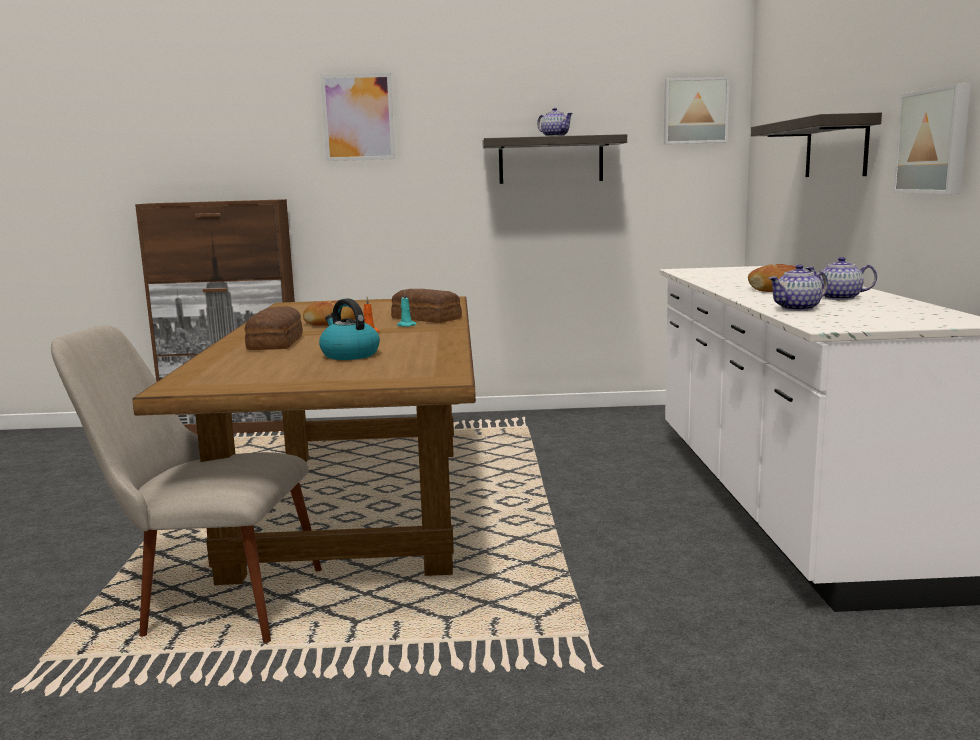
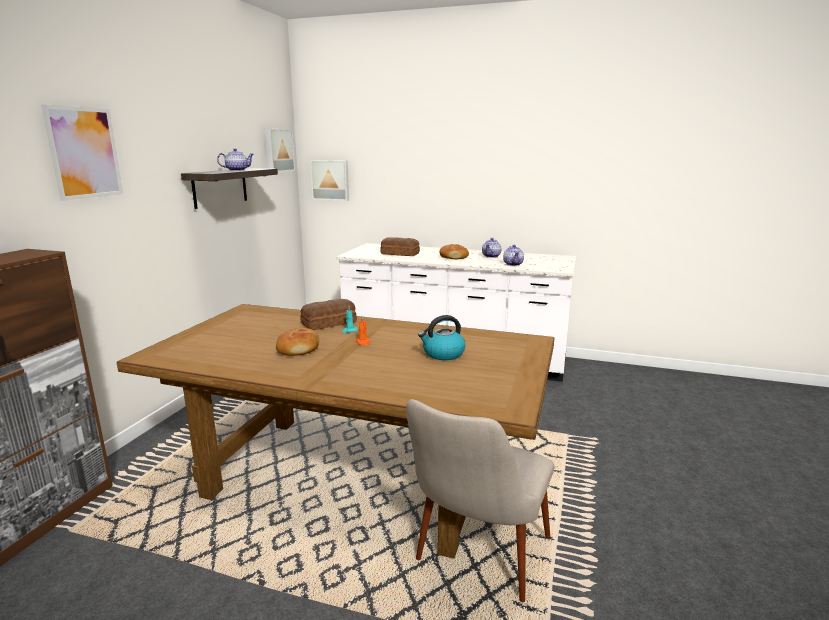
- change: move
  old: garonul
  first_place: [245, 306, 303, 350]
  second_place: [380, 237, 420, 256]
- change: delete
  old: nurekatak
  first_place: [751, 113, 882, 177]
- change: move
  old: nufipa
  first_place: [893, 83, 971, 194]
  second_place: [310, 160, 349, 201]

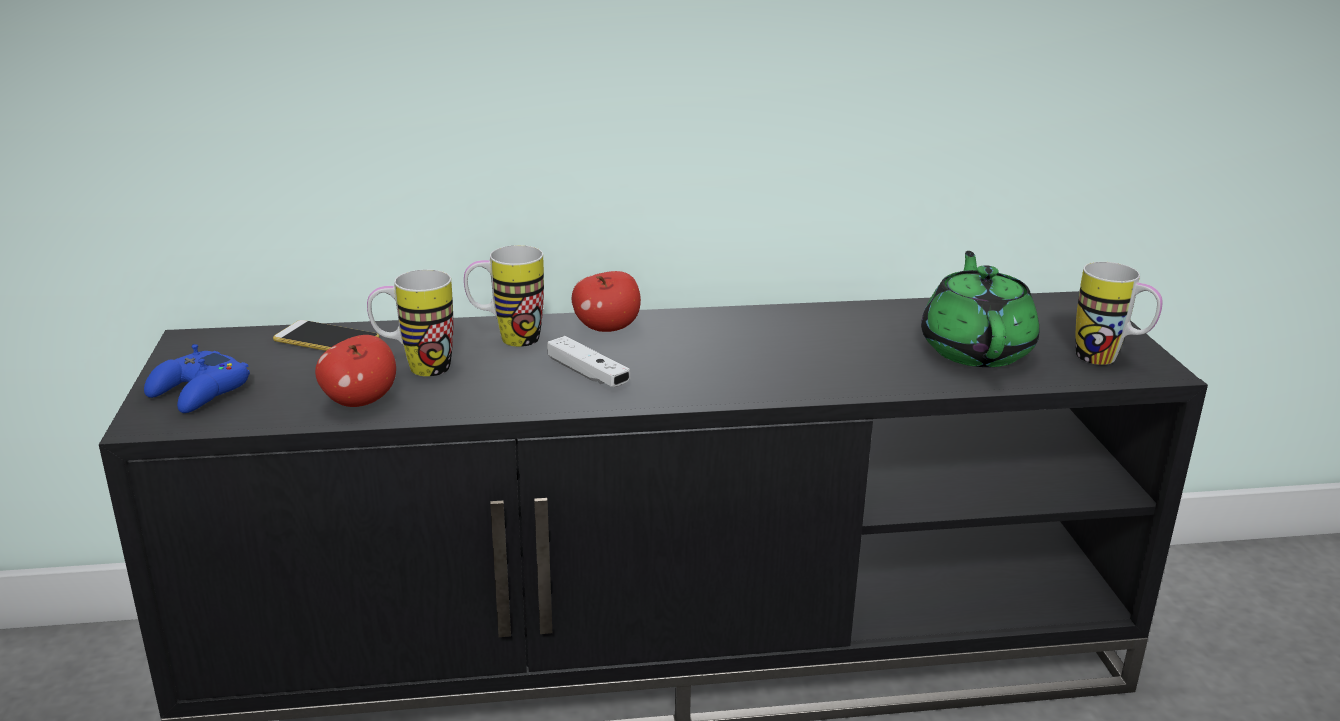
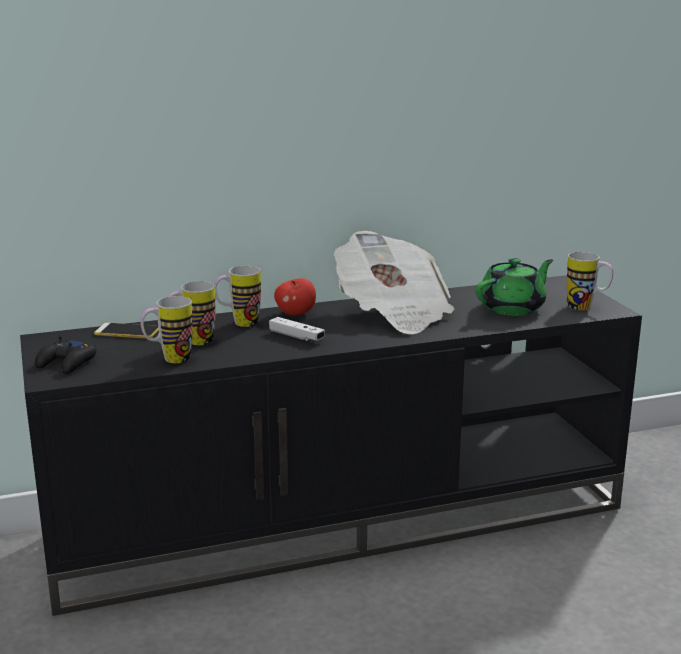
- change: recolor
  old: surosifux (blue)
  new: surosifux (black)
  first_place: [144, 344, 250, 413]
  second_place: [35, 336, 97, 374]
- change: replace
  old: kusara
  new: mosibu
  first_place: [315, 335, 396, 407]
  second_place: [140, 296, 193, 363]
- change: rotate
  old: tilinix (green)
  first_place: [921, 251, 1040, 367]
  second_place: [476, 258, 553, 316]
  degrees: 60
- change: insert
  new: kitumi
  second_place: [334, 231, 455, 335]

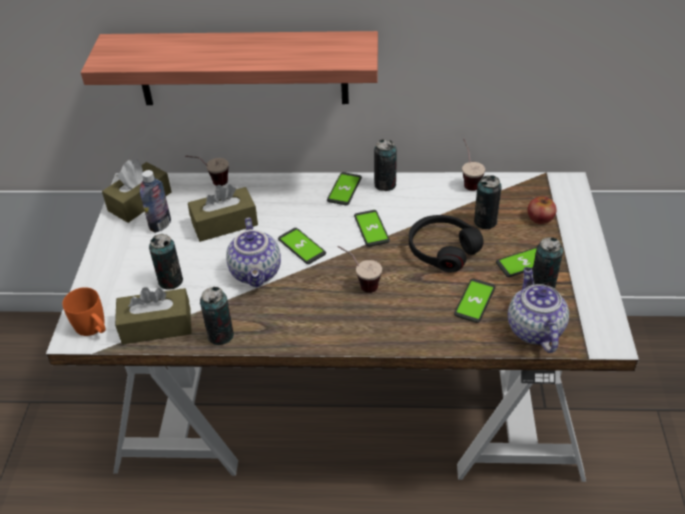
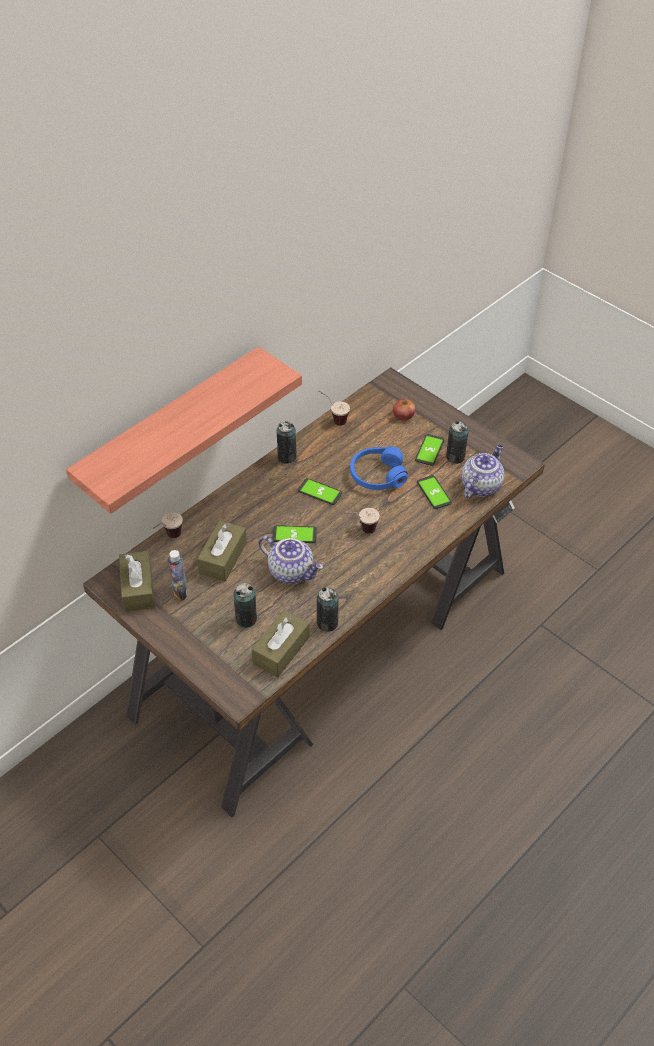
- change: recolor
  old: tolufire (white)
  new: tolufire (brown)
  first_place: [46, 172, 639, 482]
  second_place: [83, 367, 545, 817]
- change: delete
  old: mosibu (orange)
  first_place: [62, 287, 106, 336]
- change: delete
  old: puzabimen
  first_place: [327, 172, 362, 205]
- change: recolor
  old: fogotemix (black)
  new: fogotemix (blue)
  first_place: [409, 215, 484, 272]
  second_place: [350, 446, 408, 490]
- change: delete
  old: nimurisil
  first_place: [474, 175, 502, 229]
- change: rotate
  old: tilinix
  first_place: [508, 267, 569, 353]
  second_place: [461, 444, 505, 498]
  degrees: 90

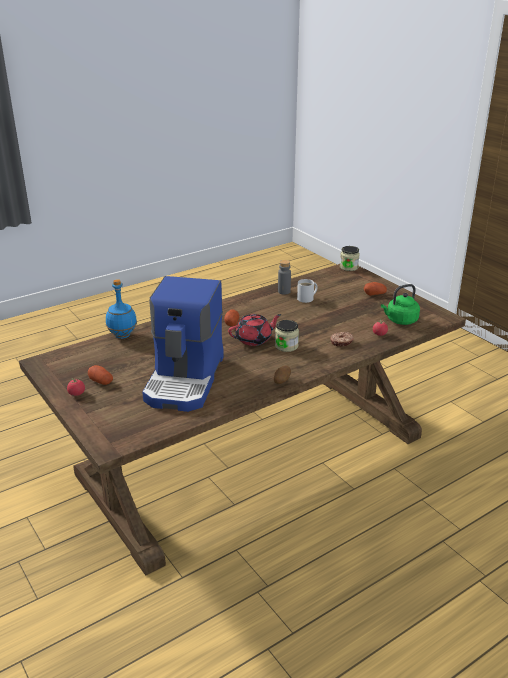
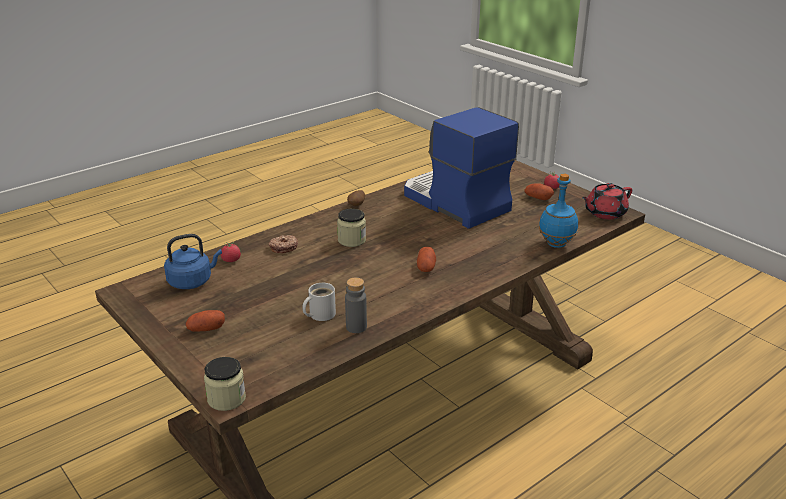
- change: rotate
  old: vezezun
  first_place: [142, 276, 224, 412]
  second_place: [404, 107, 519, 229]
  degrees: -45
- change: move
  old: tilinix (red)
  first_place: [228, 314, 281, 346]
  second_place: [582, 183, 632, 219]
- change: recolor
  old: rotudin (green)
  new: rotudin (blue)
  first_place: [381, 284, 420, 325]
  second_place: [164, 234, 222, 289]

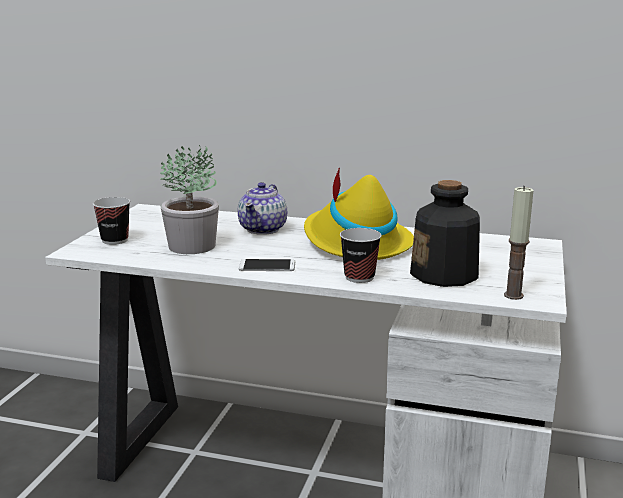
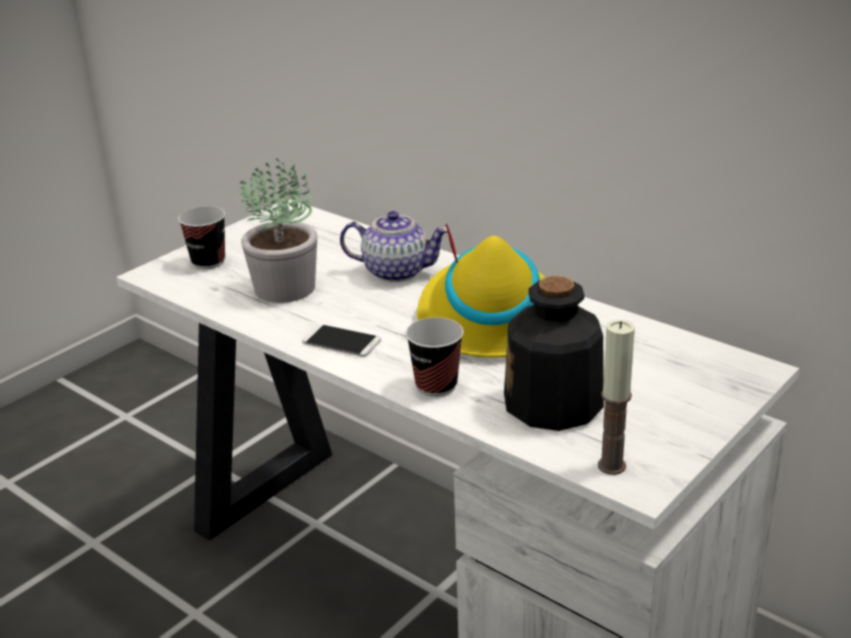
- change: rotate
  old: tilinix
  first_place: [238, 182, 287, 235]
  second_place: [340, 211, 450, 282]
  degrees: -120

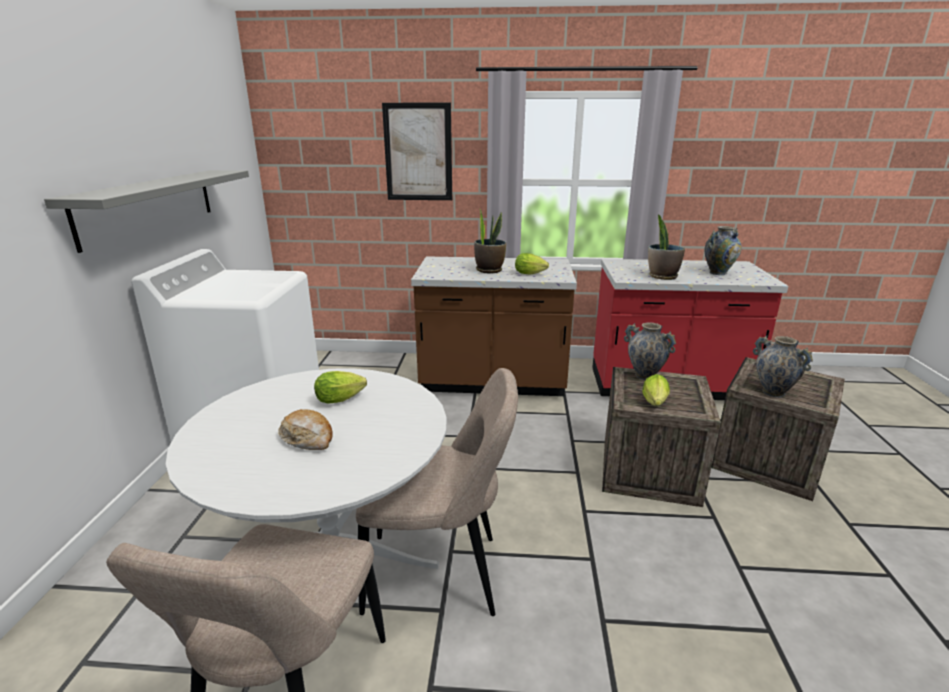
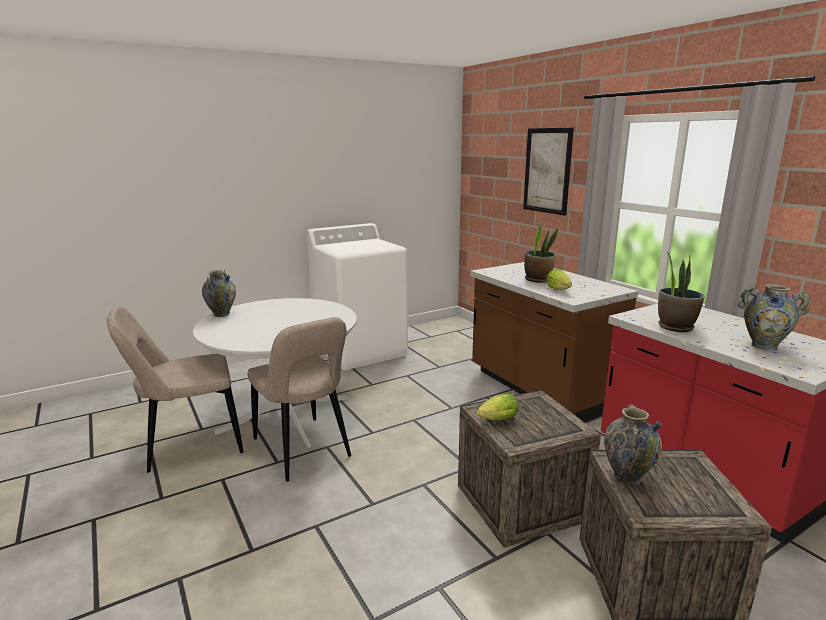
- change: delete
  old: nurekatak (grey)
  first_place: [44, 170, 249, 253]
- change: delete
  old: garonul
  first_place: [278, 409, 333, 450]
- change: delete
  old: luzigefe
  first_place: [314, 371, 367, 404]
- change: move
  old: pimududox
  first_place: [624, 322, 676, 380]
  second_place: [202, 270, 236, 317]

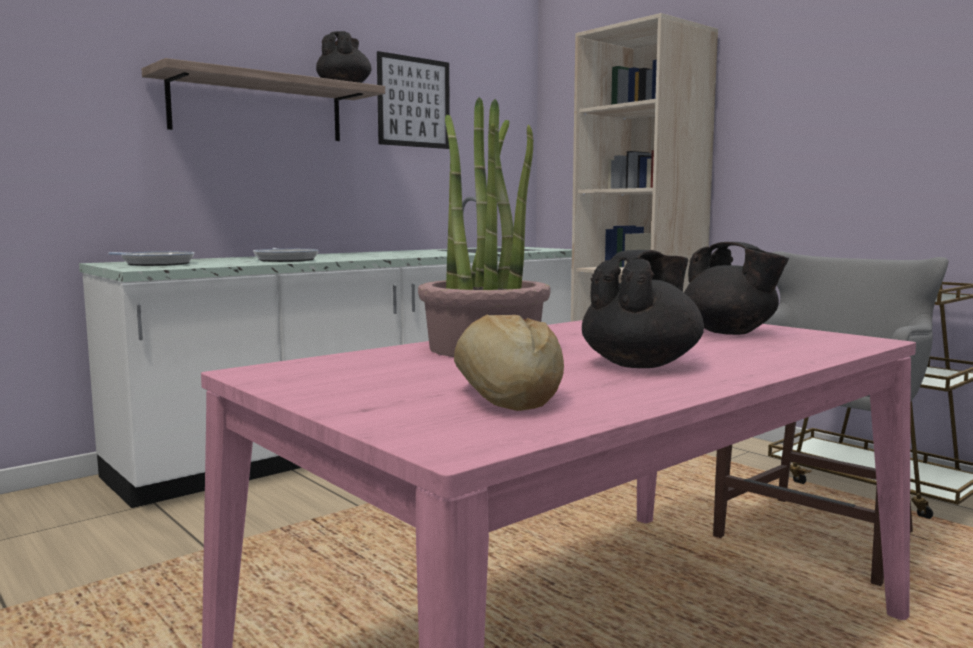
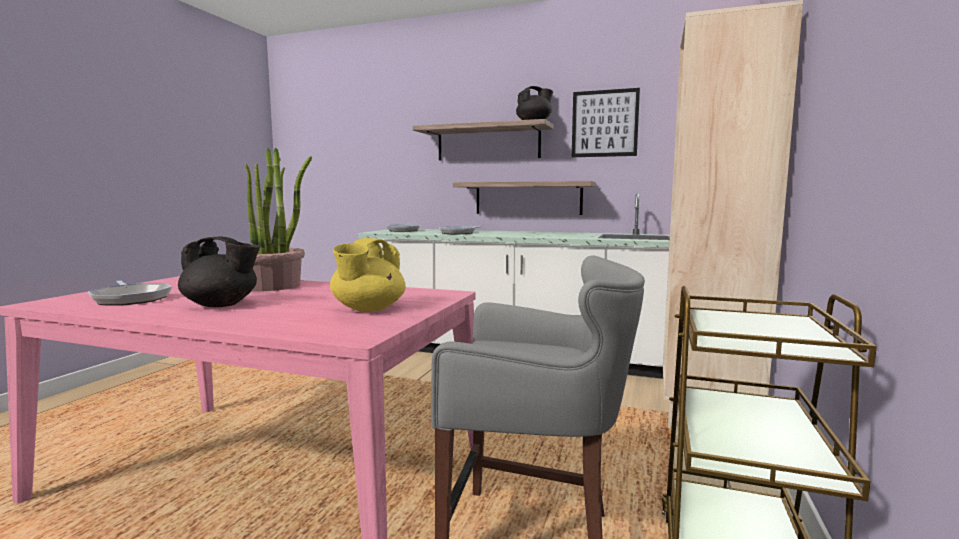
- change: replace
  old: garonul
  new: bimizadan
  first_place: [454, 315, 564, 411]
  second_place: [88, 280, 172, 305]
- change: recolor
  old: tilinix (black)
  new: tilinix (yellow)
  first_place: [684, 242, 789, 335]
  second_place: [330, 238, 406, 312]
- change: insert
  new: nurekatak
  second_place: [453, 181, 596, 215]

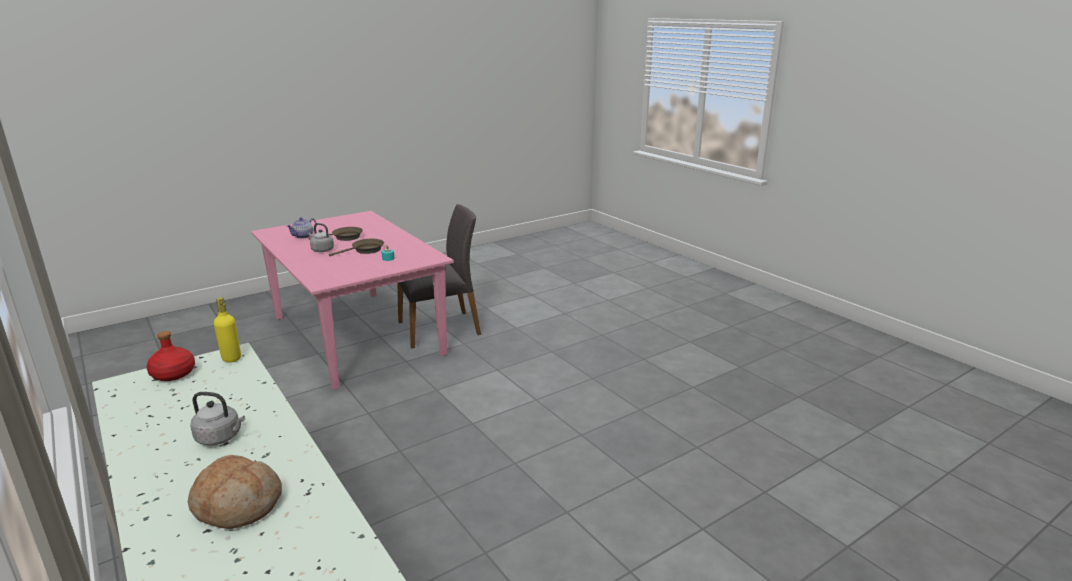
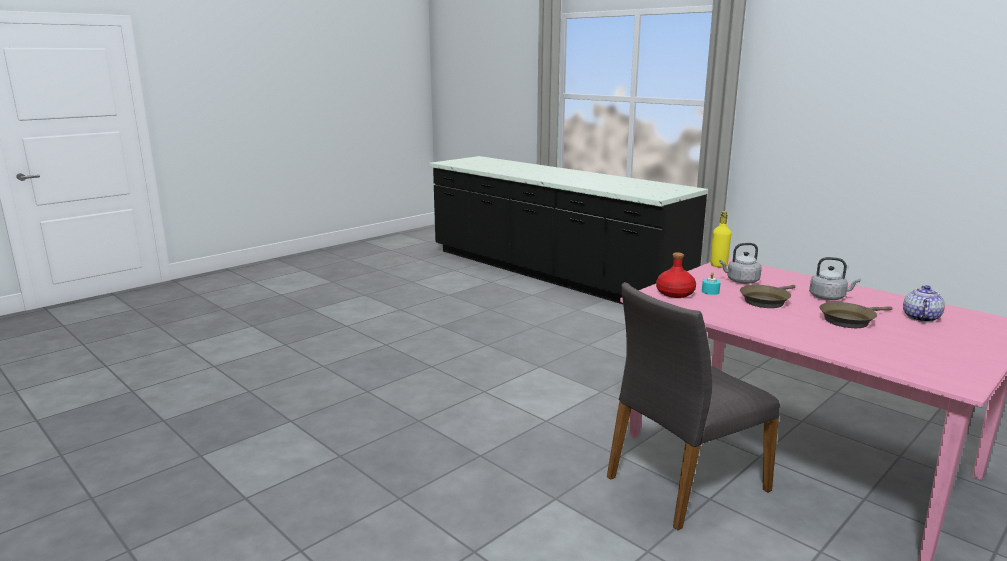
- change: move
  old: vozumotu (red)
  first_place: [147, 331, 195, 381]
  second_place: [656, 252, 696, 298]
- change: delete
  old: garonul
  first_place: [188, 455, 282, 529]
- change: move
  old: rotudin (grey)
  first_place: [190, 392, 245, 446]
  second_place: [719, 243, 762, 284]
- change: move
  old: vozumotu (yellow)
  first_place: [214, 297, 241, 363]
  second_place: [711, 211, 731, 268]

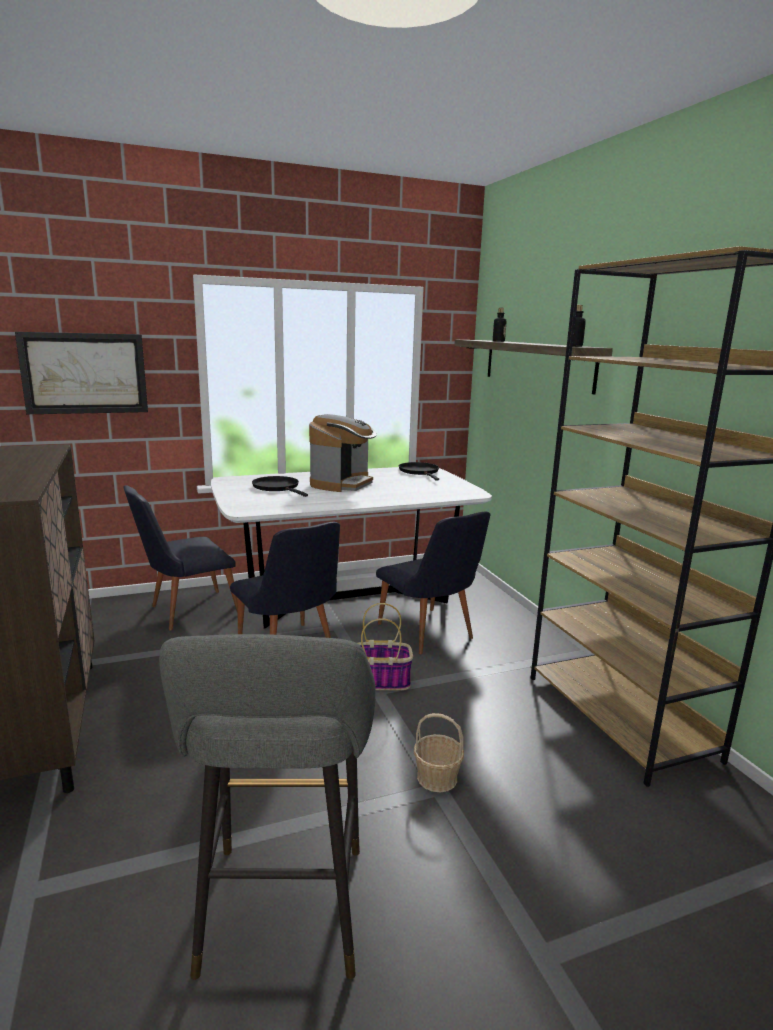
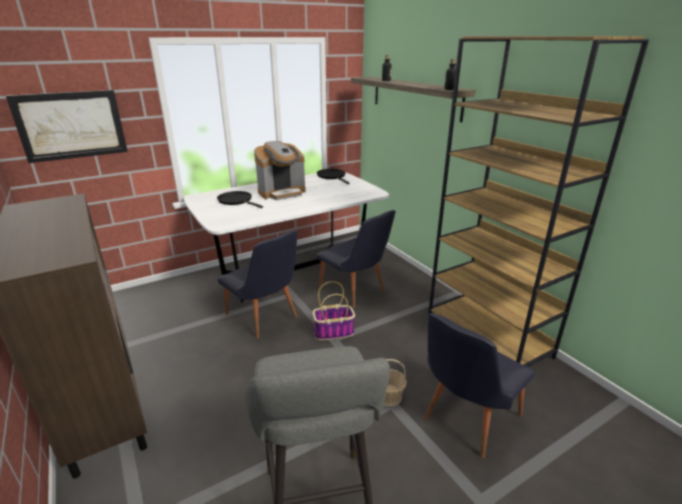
- change: move
  old: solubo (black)
  first_place: [123, 485, 238, 631]
  second_place: [424, 313, 535, 458]
- change: rotate
  old: vezezun
  first_place: [309, 414, 377, 492]
  second_place: [254, 141, 306, 200]
  degrees: 45

